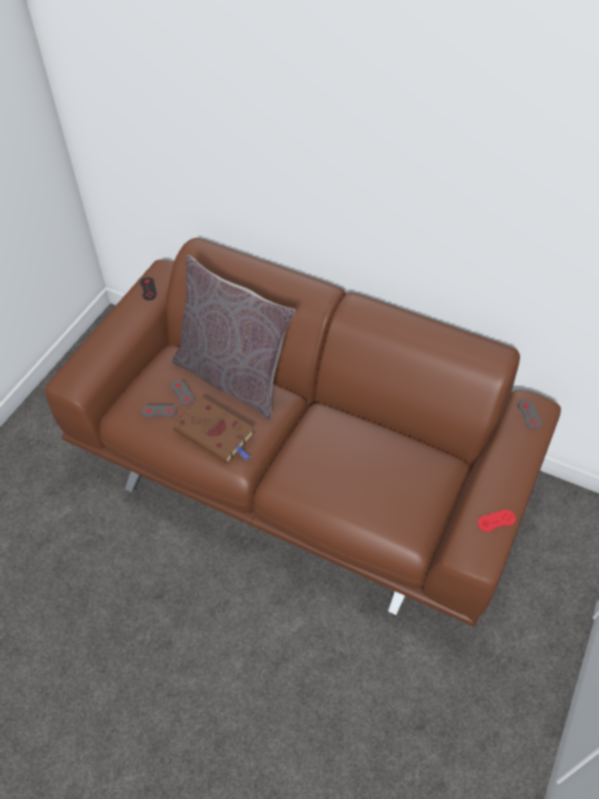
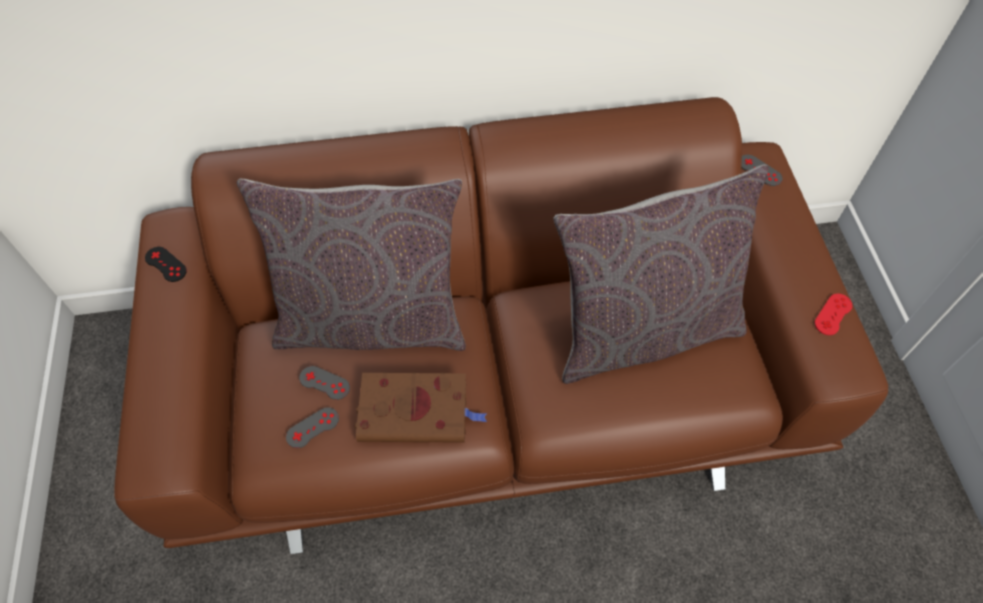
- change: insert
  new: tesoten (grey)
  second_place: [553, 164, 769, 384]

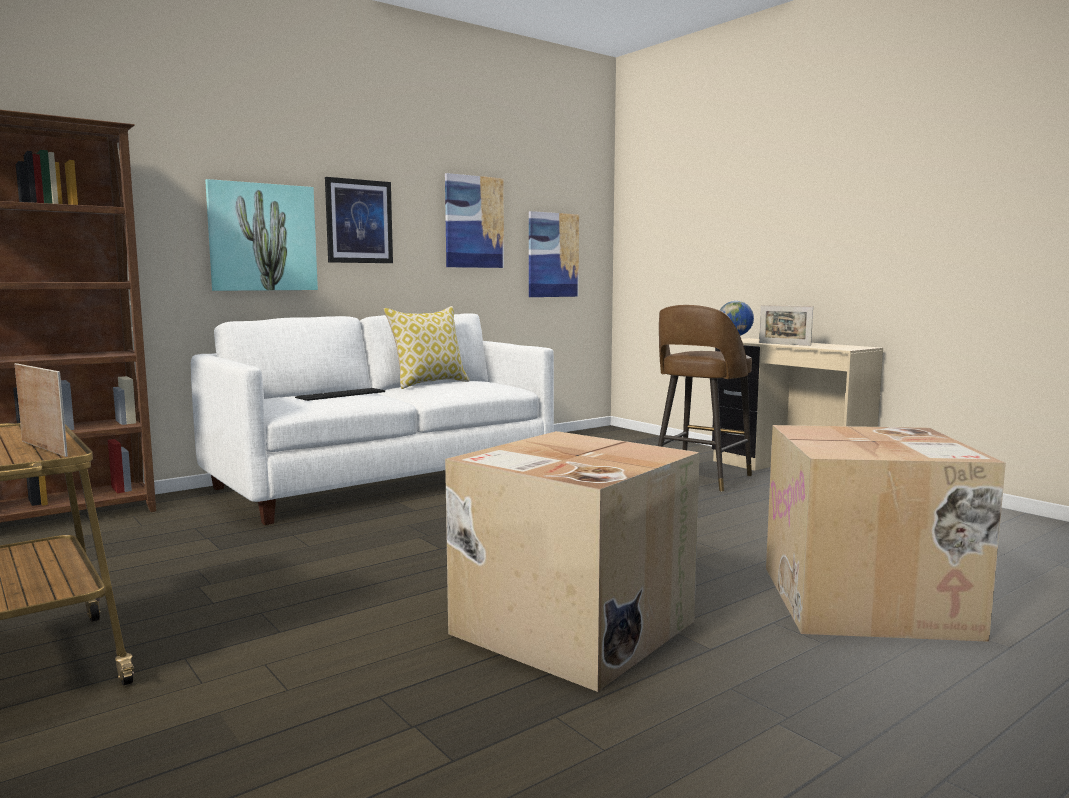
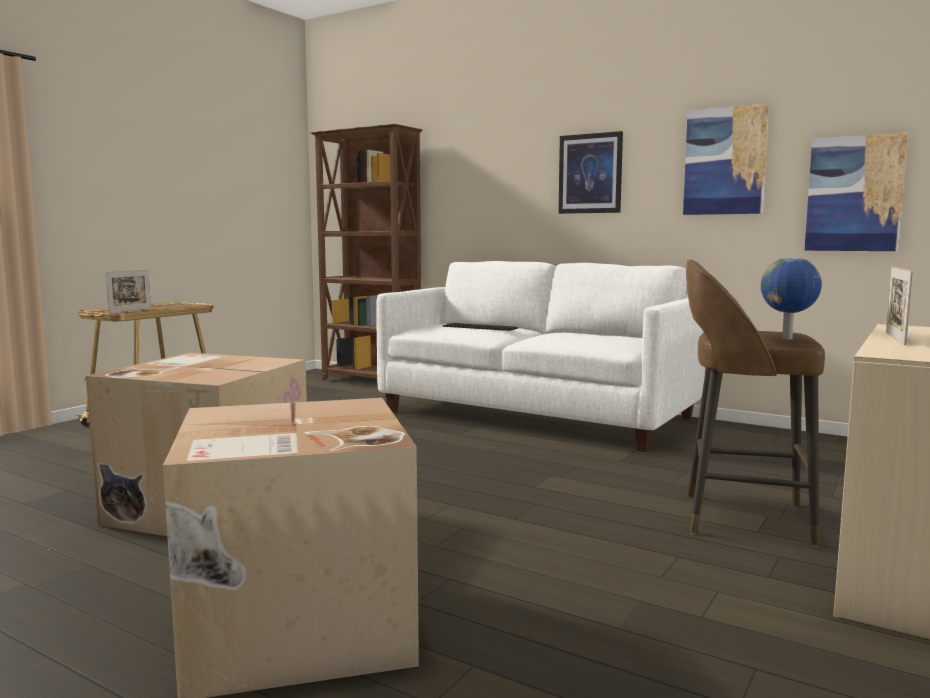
- change: delete
  old: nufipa
  first_place: [205, 179, 318, 291]
- change: delete
  old: tesoten
  first_place: [384, 306, 470, 389]

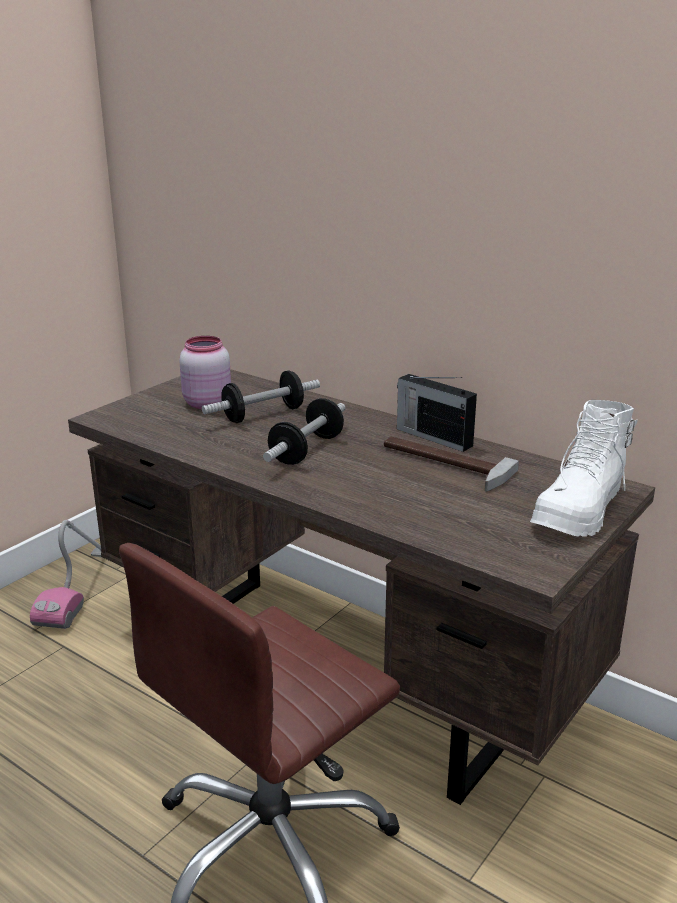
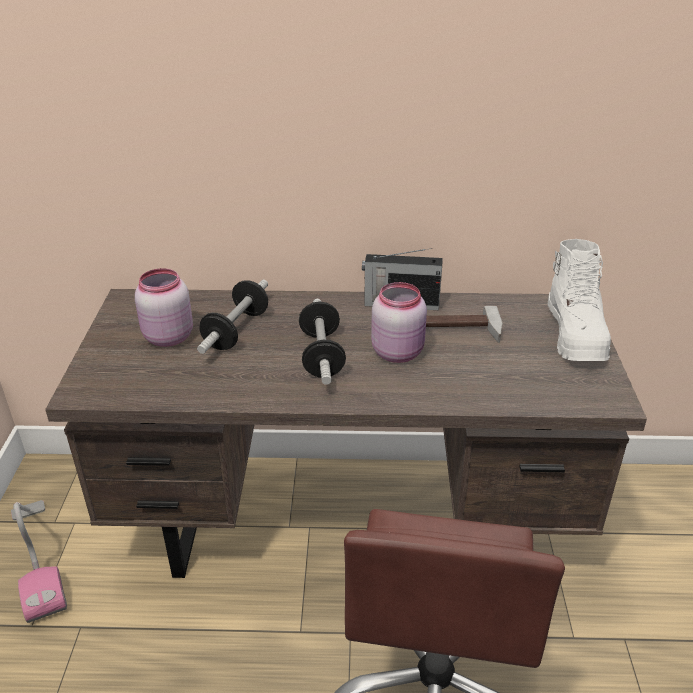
- change: insert
  new: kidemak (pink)
  second_place: [371, 282, 427, 363]

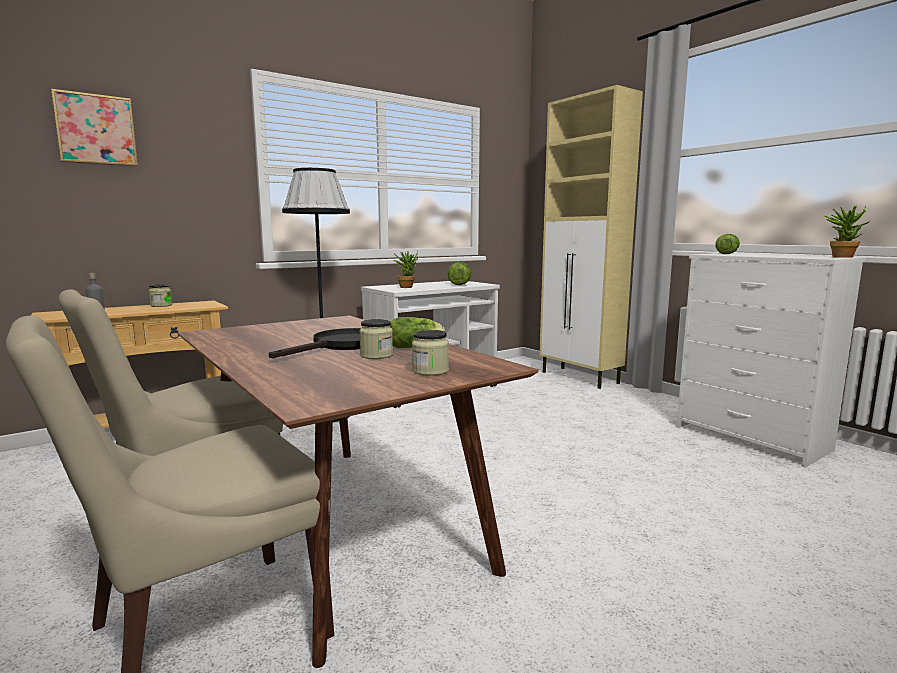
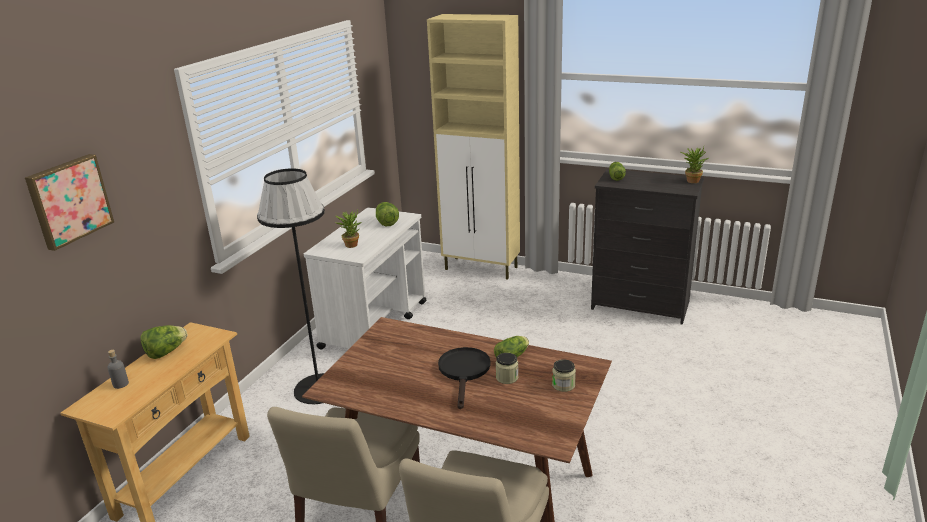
- change: replace
  old: kidemak
  new: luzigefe
  first_place: [149, 284, 172, 307]
  second_place: [140, 325, 187, 359]
- change: recolor
  old: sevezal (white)
  new: sevezal (black)
  first_place: [677, 253, 866, 468]
  second_place: [591, 169, 704, 325]

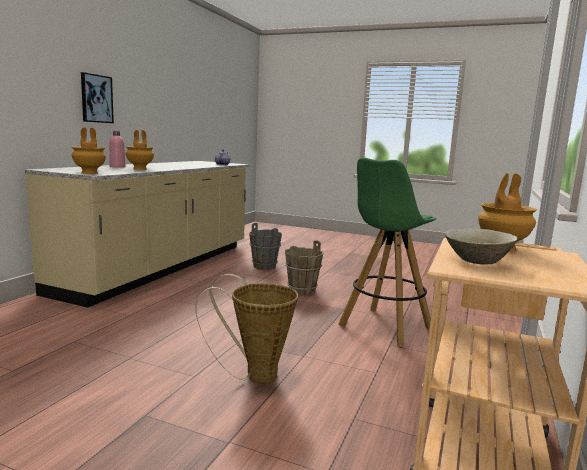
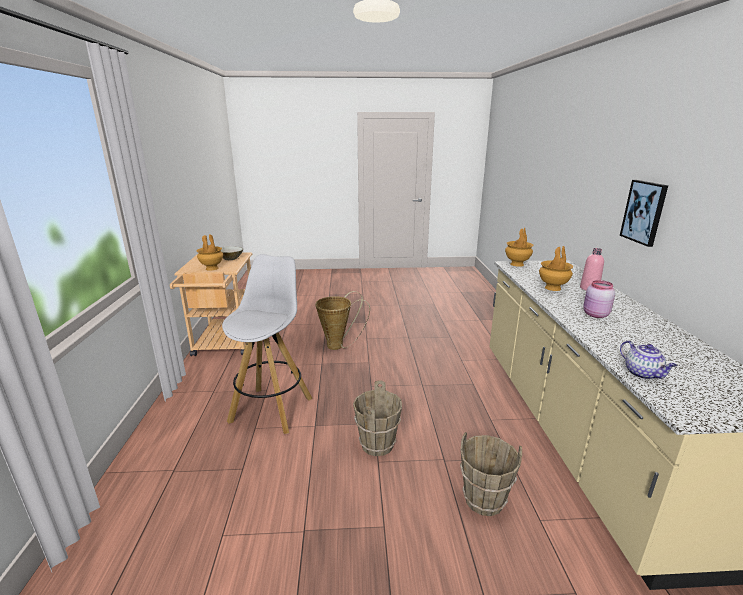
- change: recolor
  old: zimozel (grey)
  new: zimozel (brown)
  first_place: [249, 223, 282, 270]
  second_place: [460, 432, 522, 516]
- change: recolor
  old: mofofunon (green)
  new: mofofunon (white)
  first_place: [338, 158, 436, 347]
  second_place: [222, 254, 312, 434]
- change: insert
  new: kidemak (pink)
  second_place: [583, 280, 615, 318]

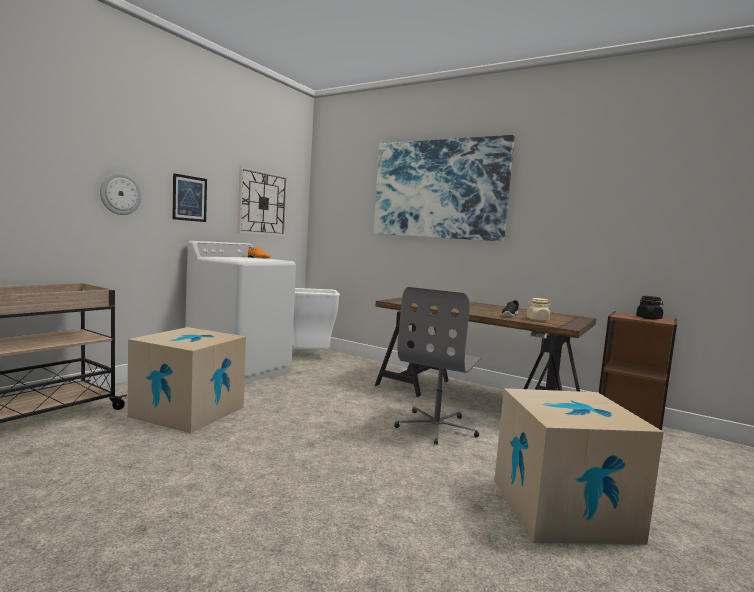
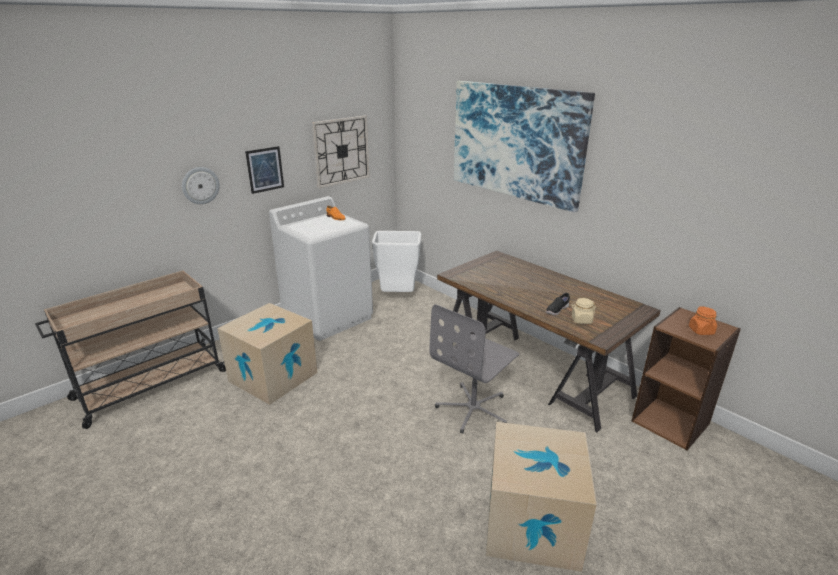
- change: recolor
  old: kidemak (black)
  new: kidemak (orange)
  first_place: [636, 296, 664, 319]
  second_place: [689, 306, 717, 335]

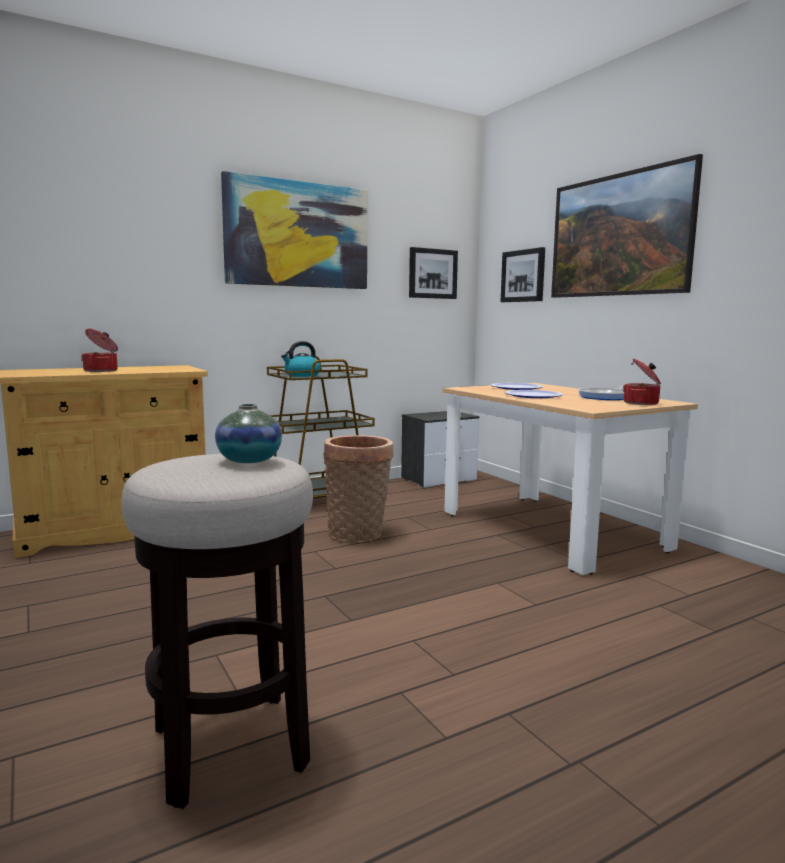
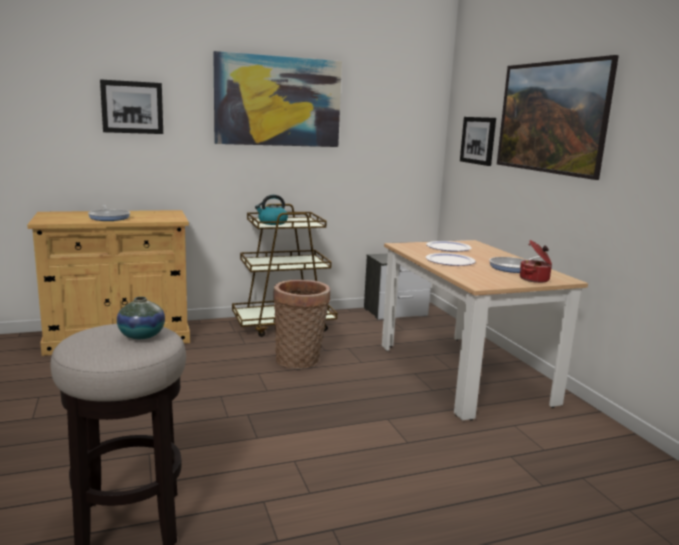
- change: replace
  old: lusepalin
  new: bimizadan
  first_place: [81, 329, 118, 372]
  second_place: [88, 205, 130, 221]
- change: move
  old: nufipa
  first_place: [409, 247, 458, 299]
  second_place: [100, 79, 163, 134]

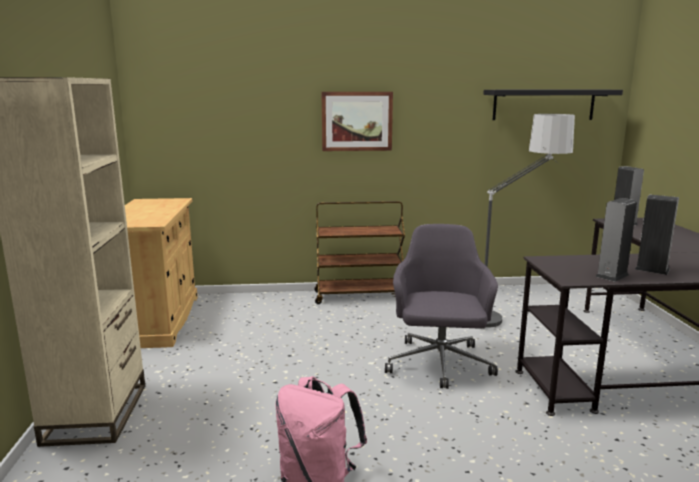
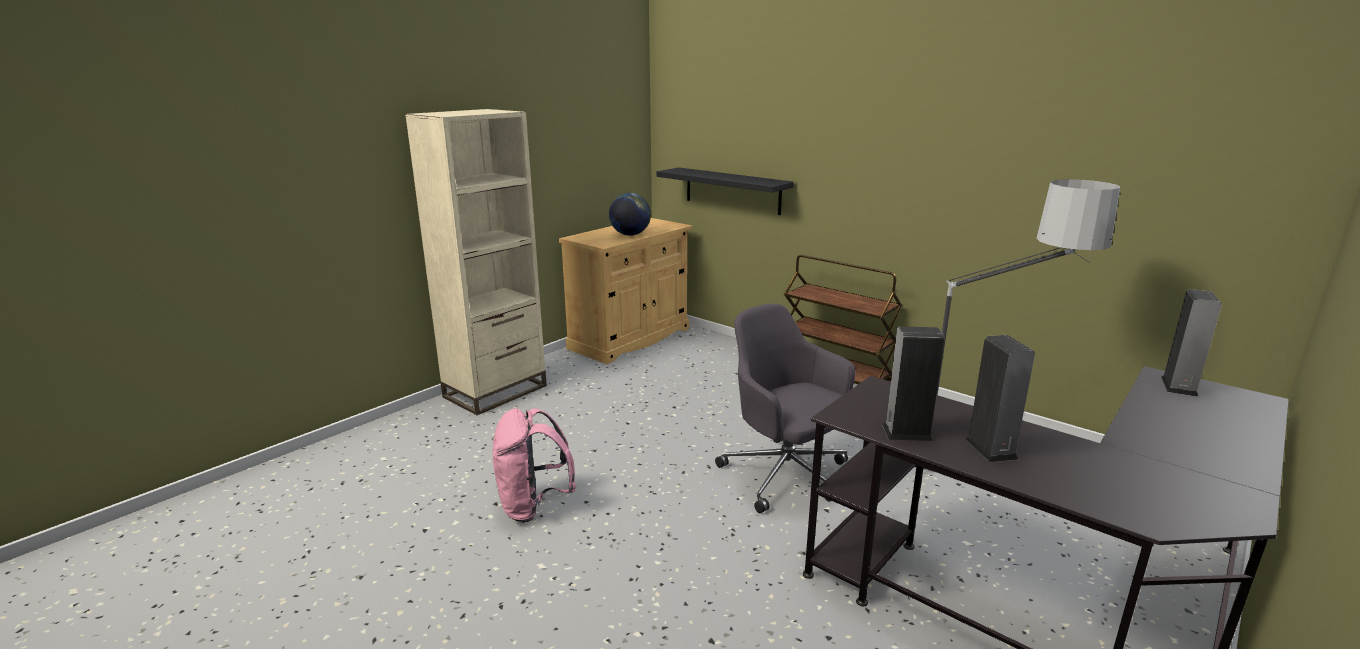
- change: delete
  old: nufipa
  first_place: [322, 92, 393, 151]
- change: rotate
  old: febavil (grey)
  first_place: [385, 224, 498, 389]
  second_place: [715, 304, 855, 513]
  degrees: -90
- change: move
  old: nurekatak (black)
  first_place: [483, 90, 623, 120]
  second_place: [657, 168, 794, 215]
- change: insert
  new: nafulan
  second_place: [609, 193, 651, 236]

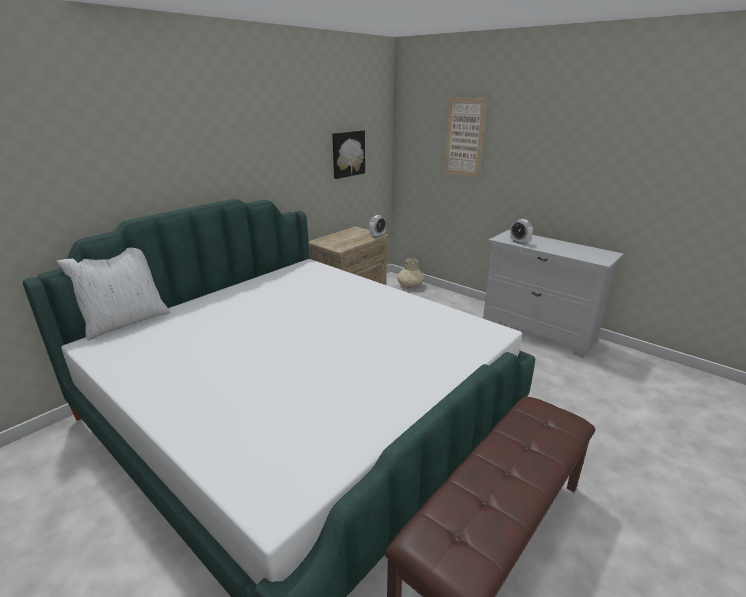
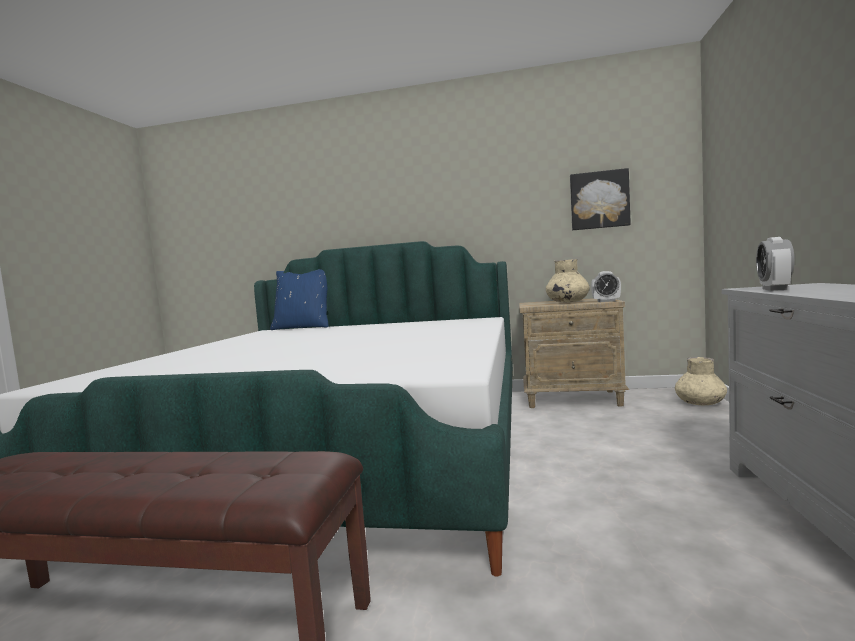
- change: recolor
  old: tesoten (white)
  new: tesoten (blue)
  first_place: [57, 248, 170, 340]
  second_place: [270, 269, 329, 330]
- change: delete
  old: nufipa
  first_place: [444, 97, 487, 177]
- change: insert
  new: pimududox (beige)
  second_place: [546, 259, 590, 302]

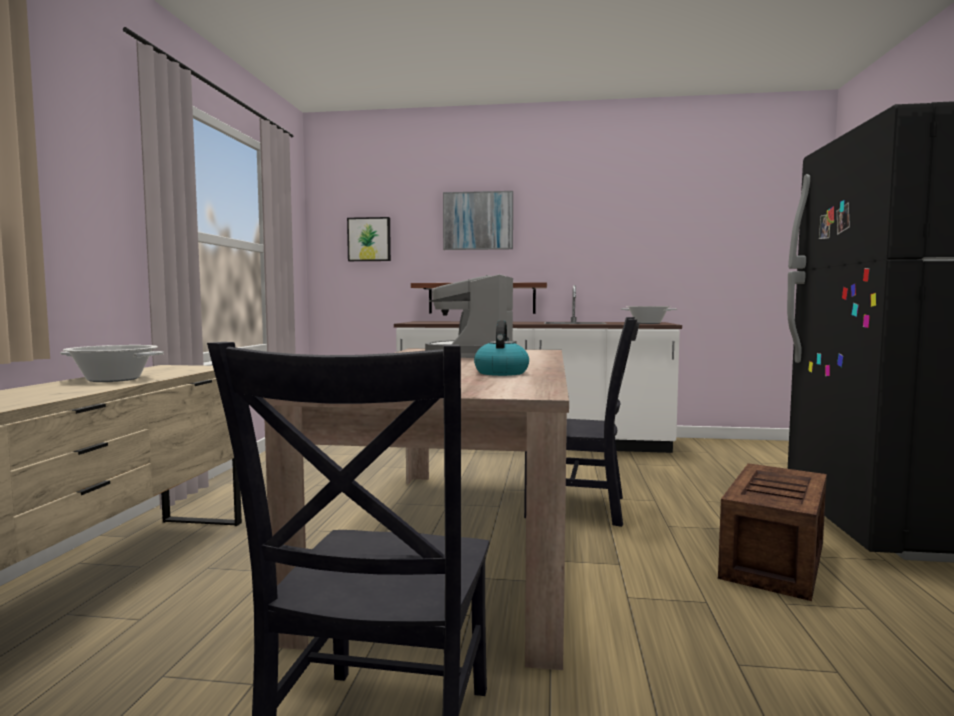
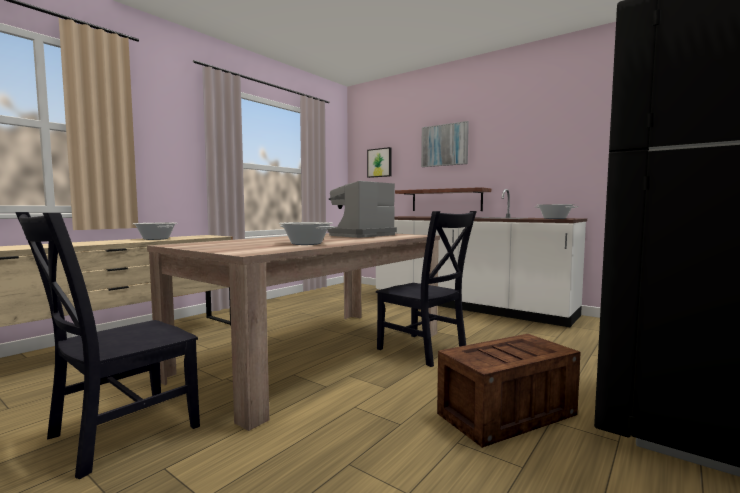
- change: replace
  old: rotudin
  new: lusepalin
  first_place: [474, 320, 529, 376]
  second_place: [279, 222, 334, 245]

